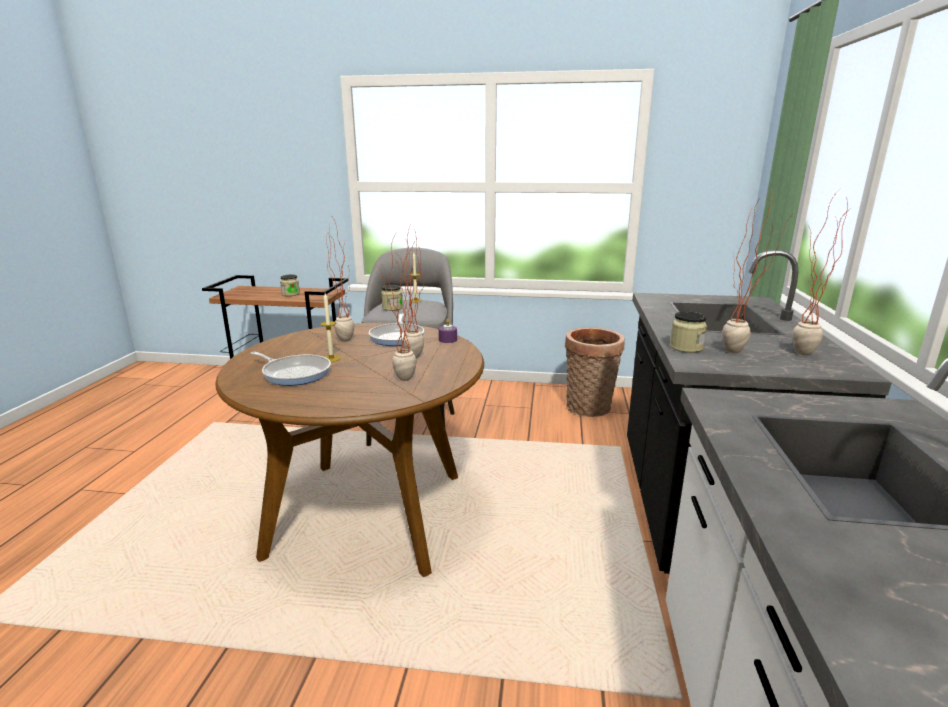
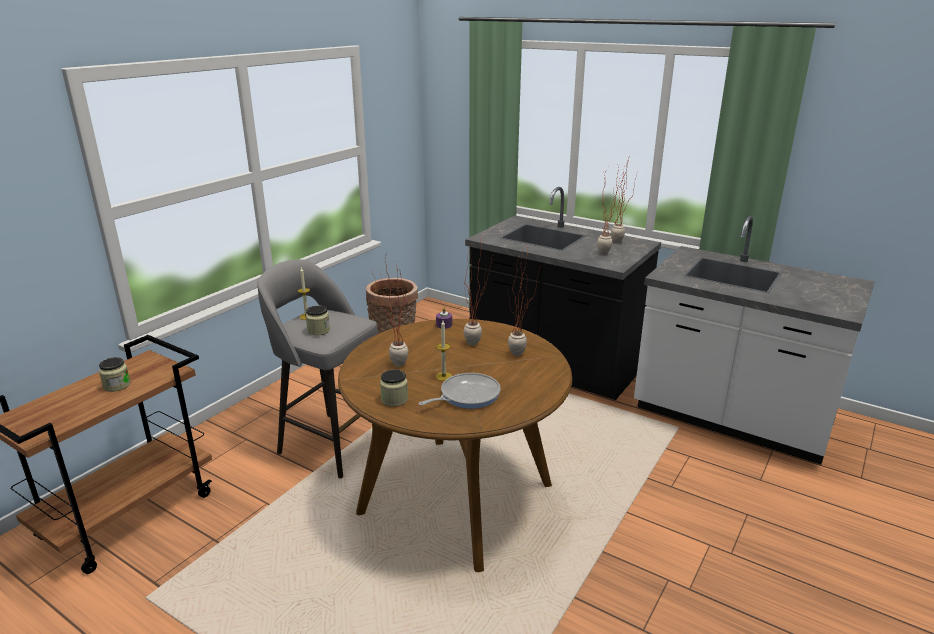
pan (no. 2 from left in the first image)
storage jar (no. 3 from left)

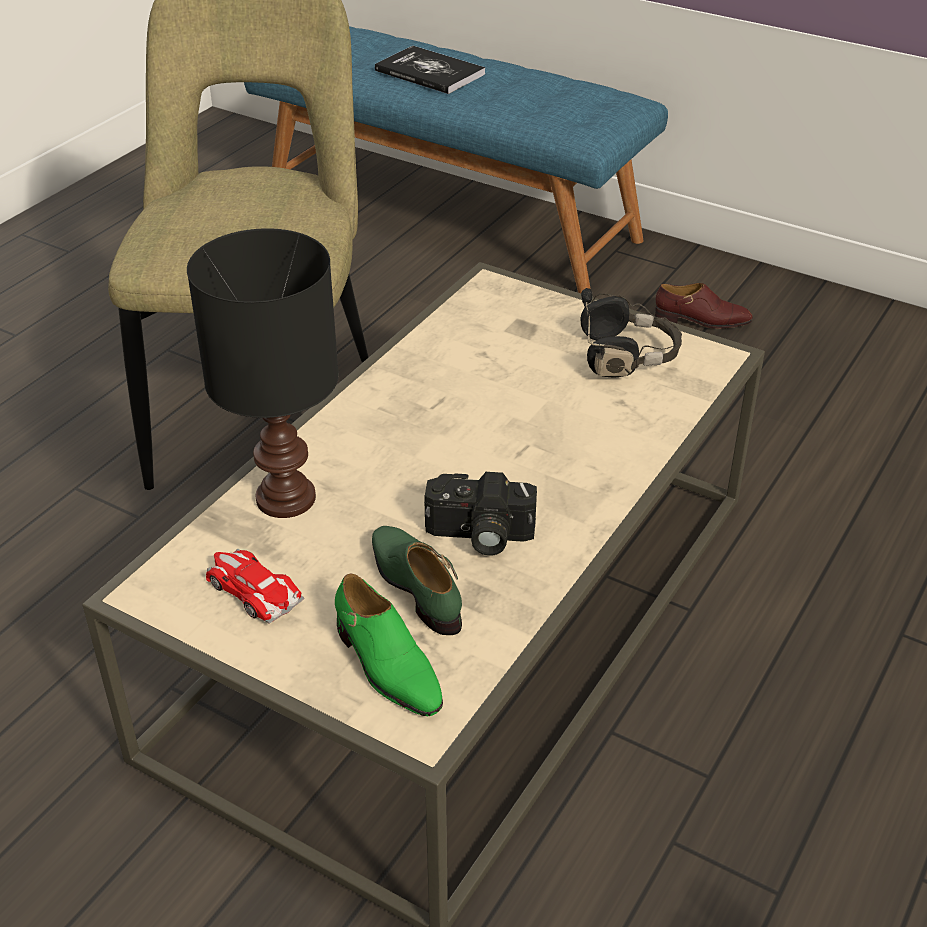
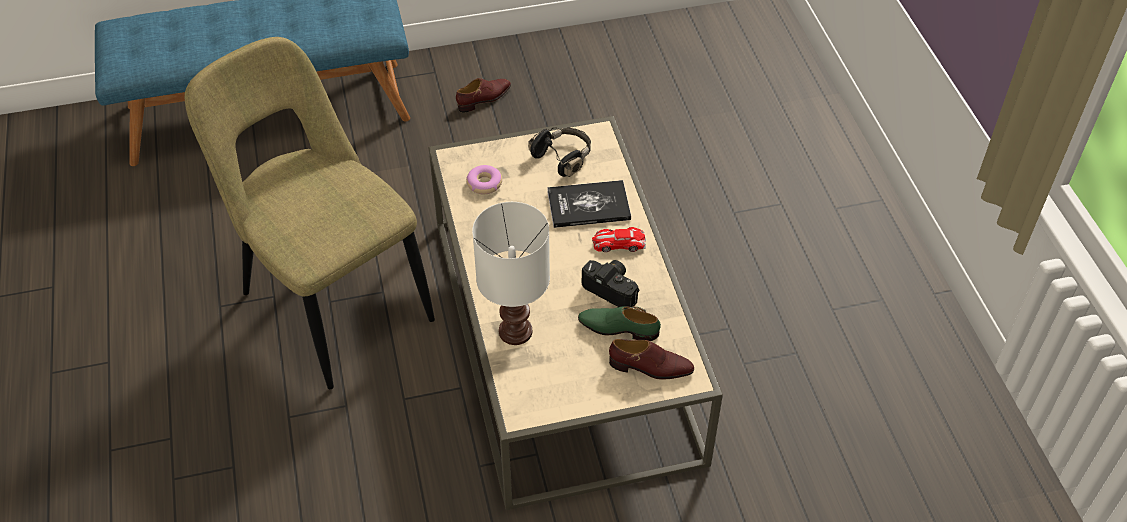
donut
model car
bound book
whitish table lamp
brown low shoe (no. 2 from left)
photo camera

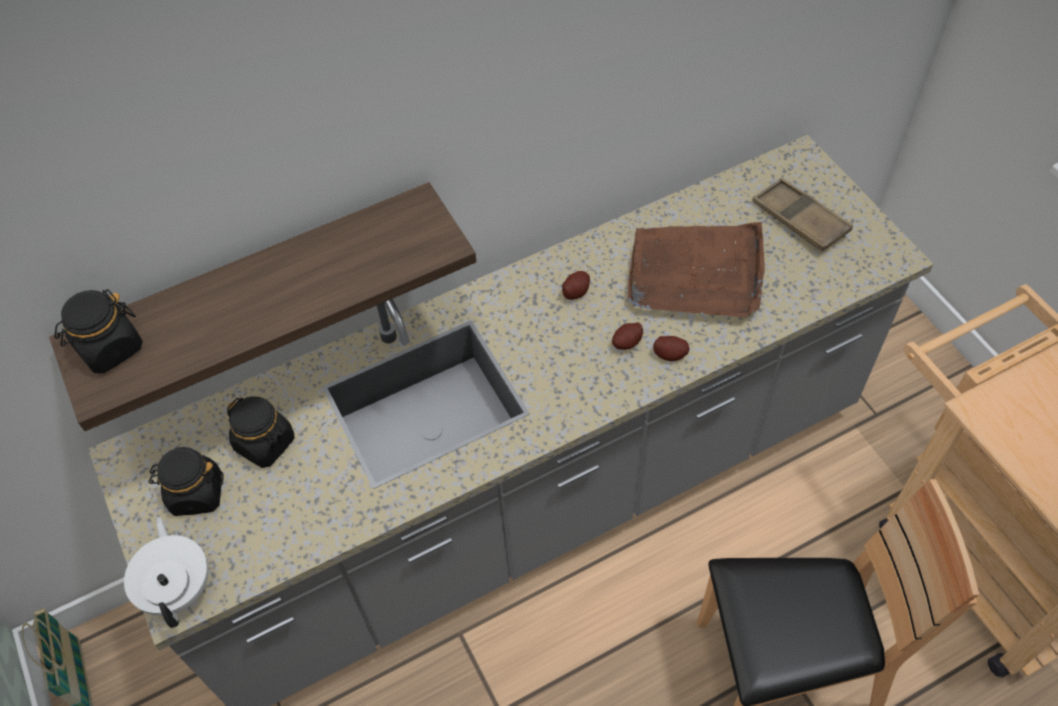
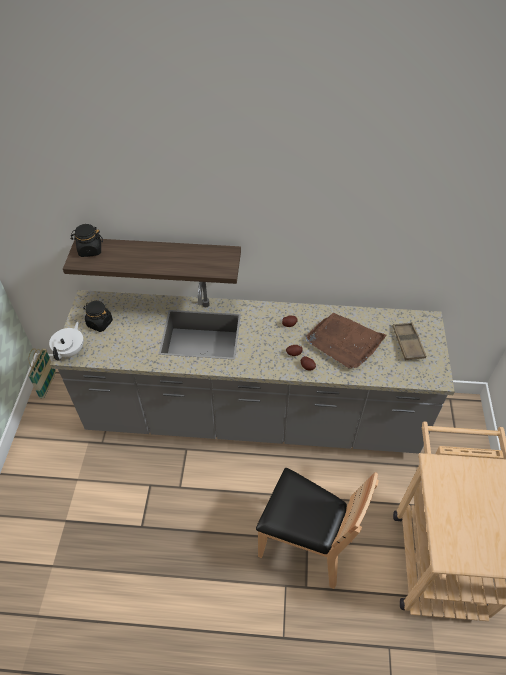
black-coloured storage jar (no. 3 from left in the first image)

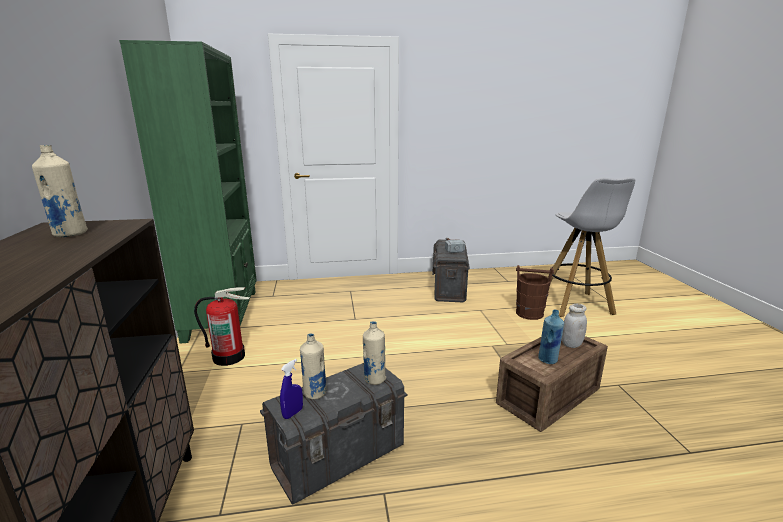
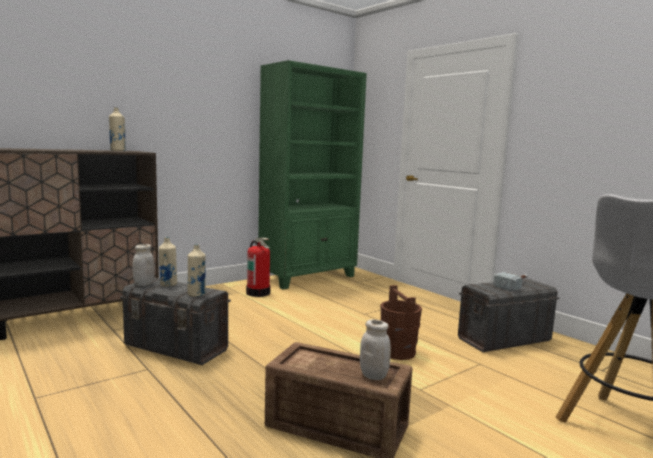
blue-coloured beverage bottle
brown pail
whitish storage jar (no. 1 from left)

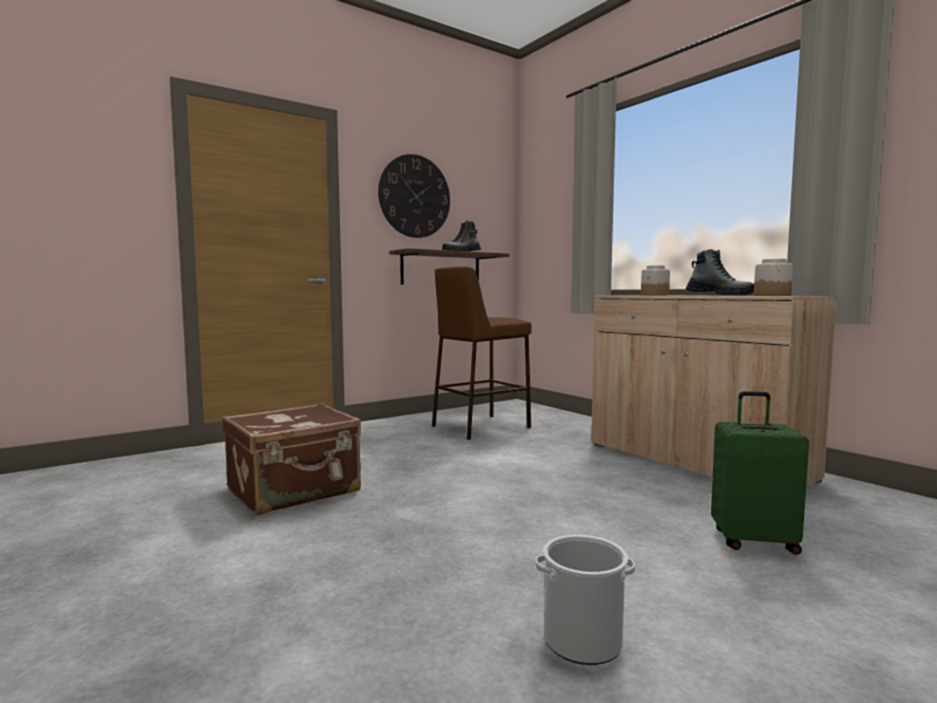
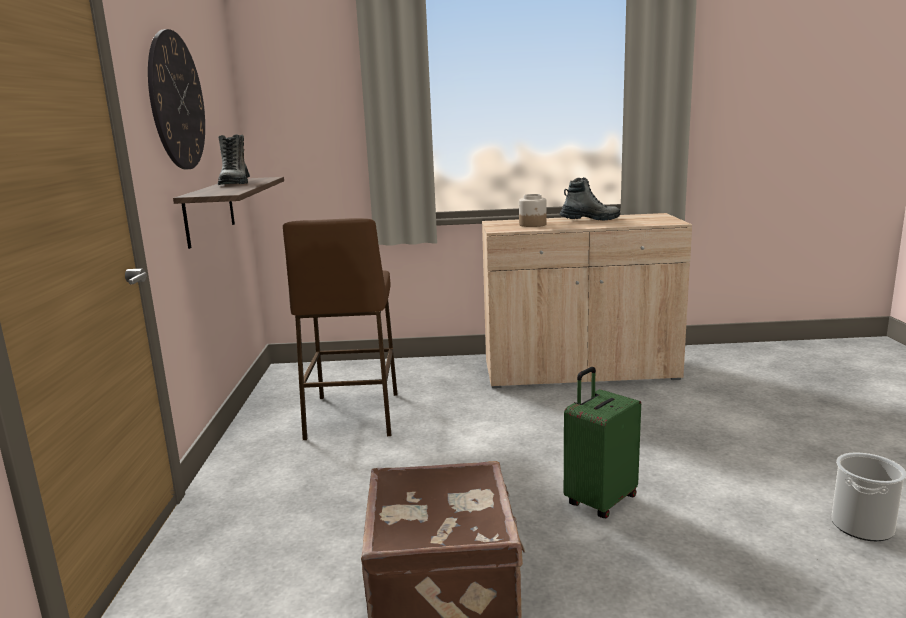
storage jar (no. 2 from left in the first image)
green suitcase

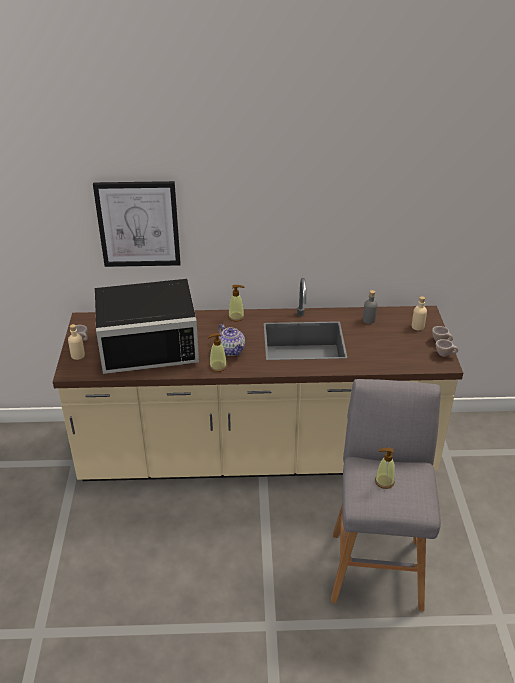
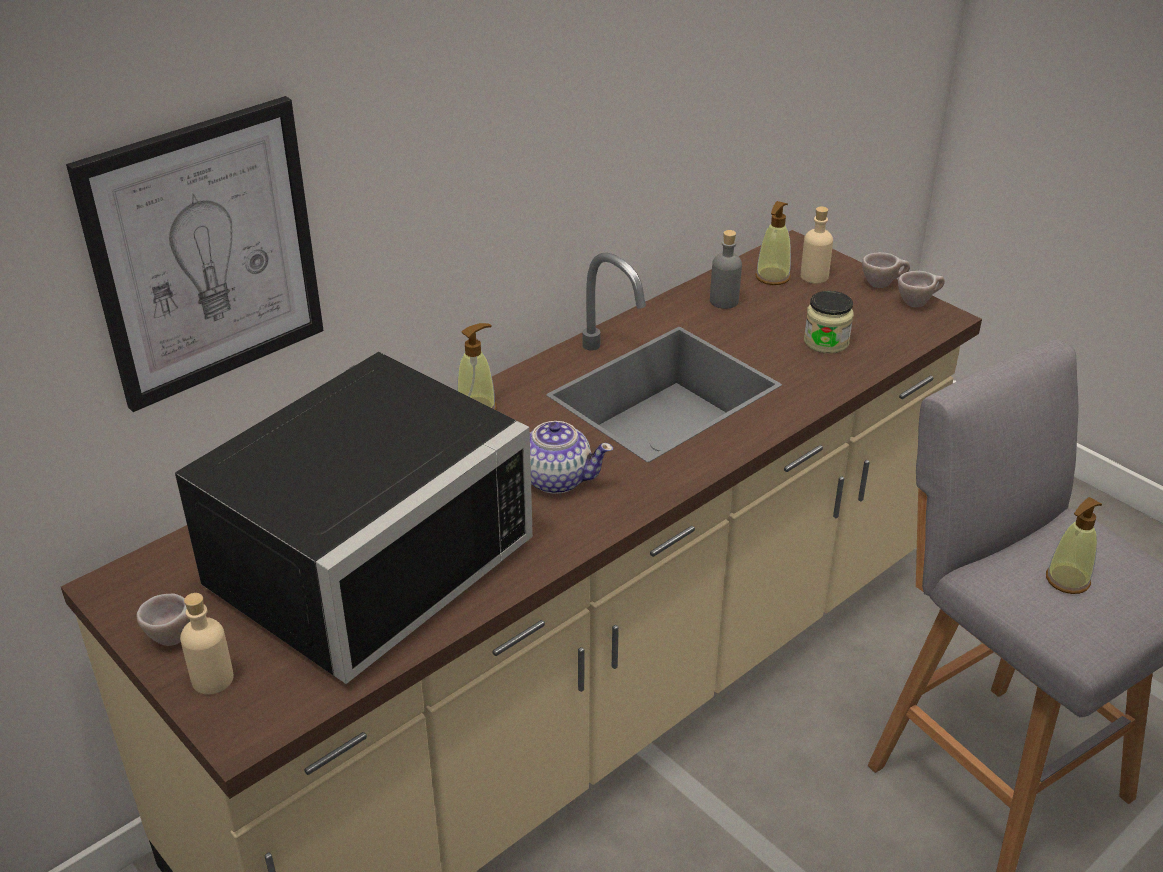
storage jar
liquid soap bottle (no. 2 from left)

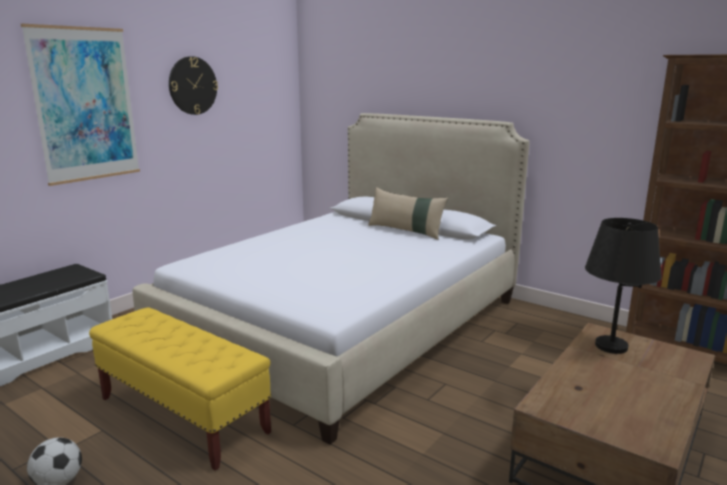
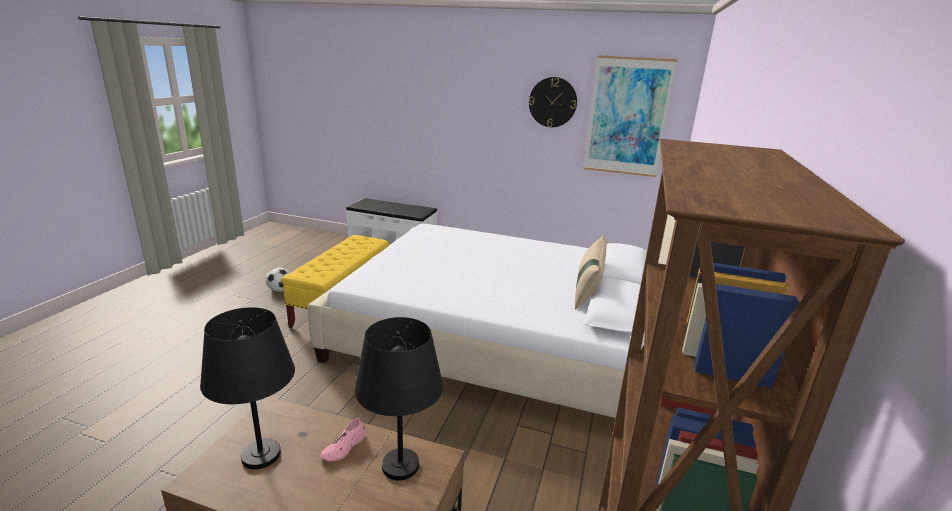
black-coloured table lamp (no. 1 from left)
pink low shoe
wall picture

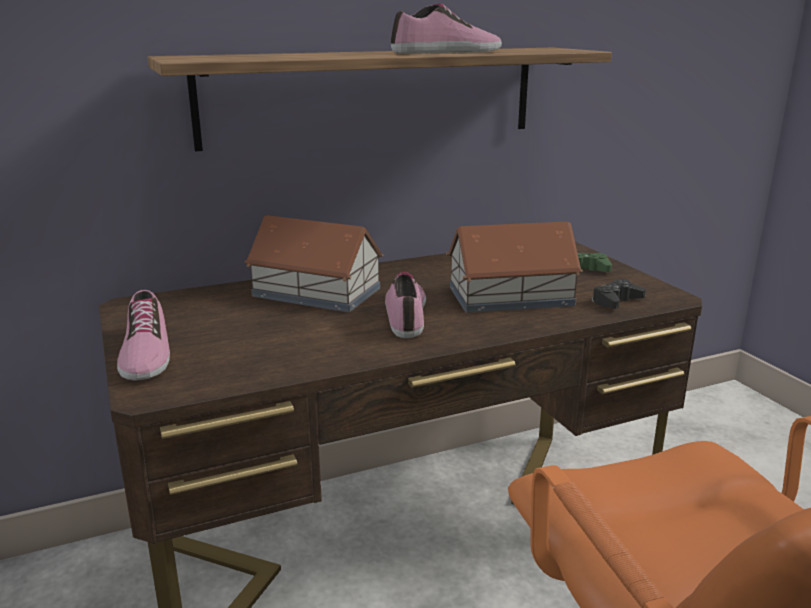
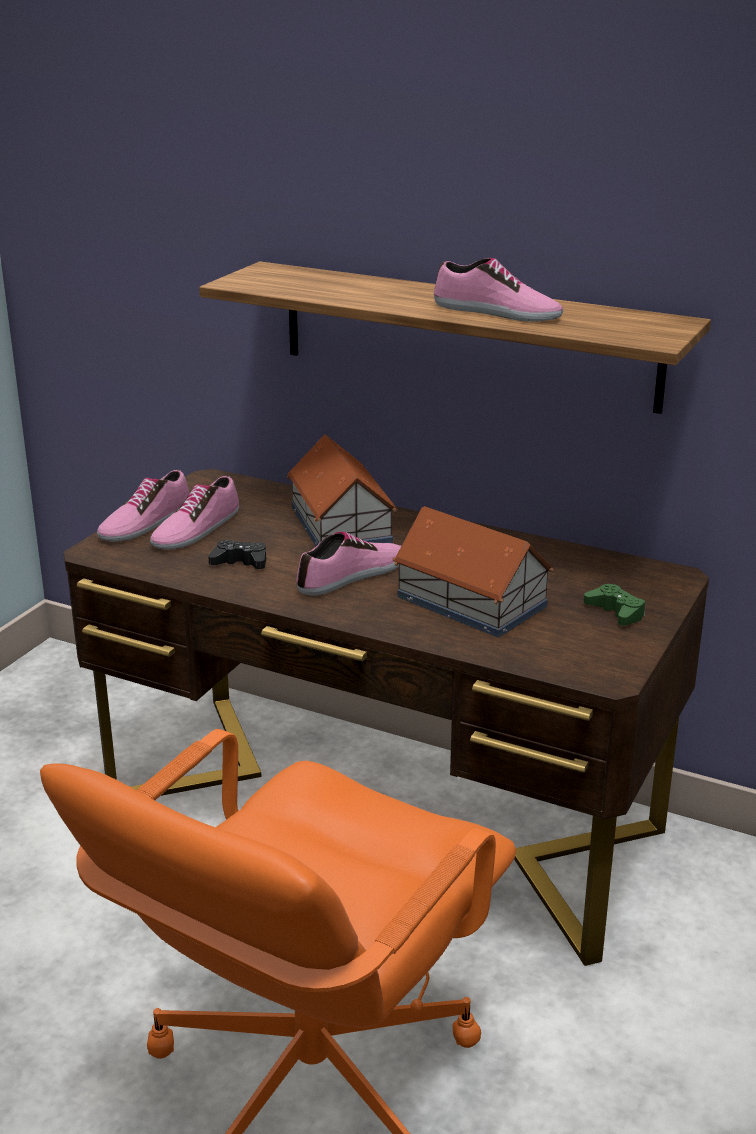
low shoe (no. 2 from left)
black-coloured joypad

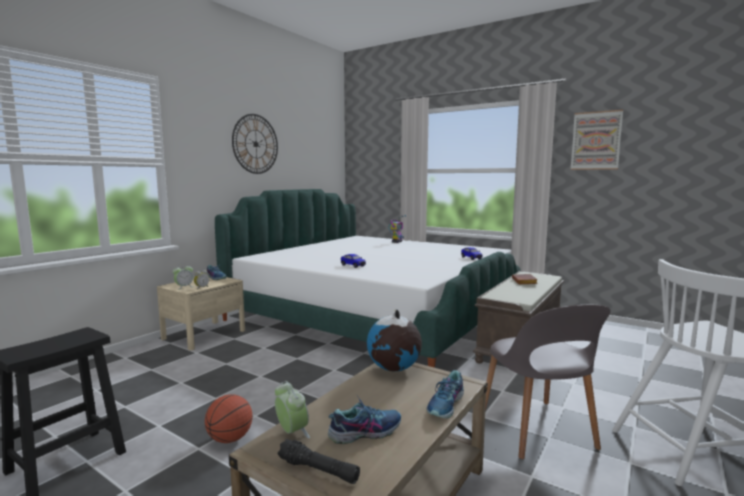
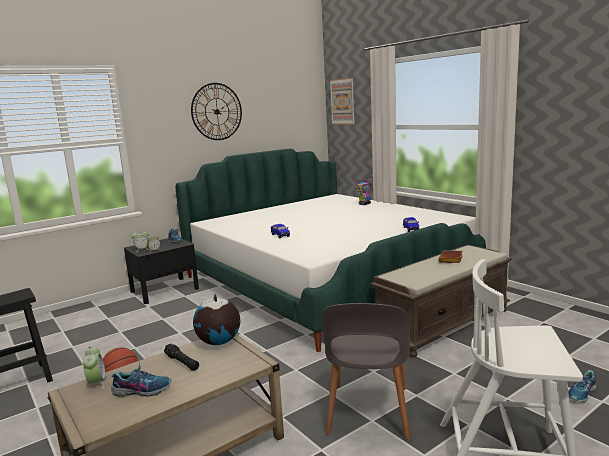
black-coloured flashlight
low shoe (no. 3 from left)
wall picture
black-coloured bedside table

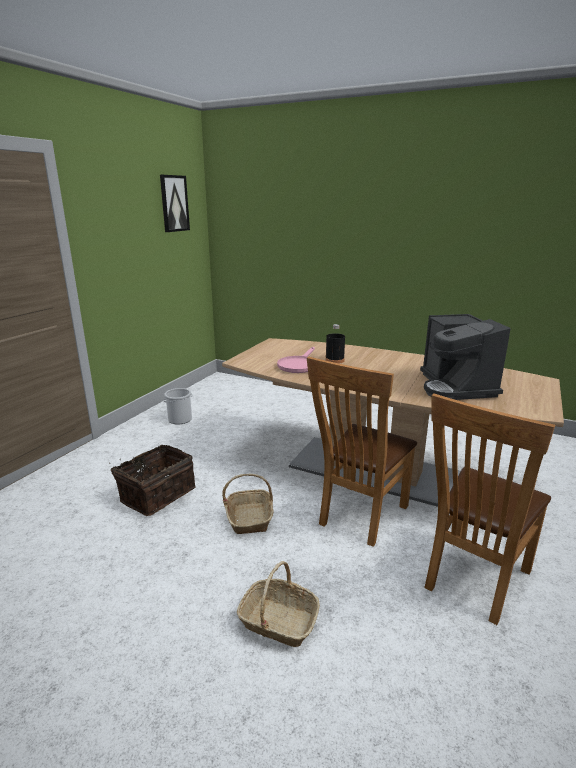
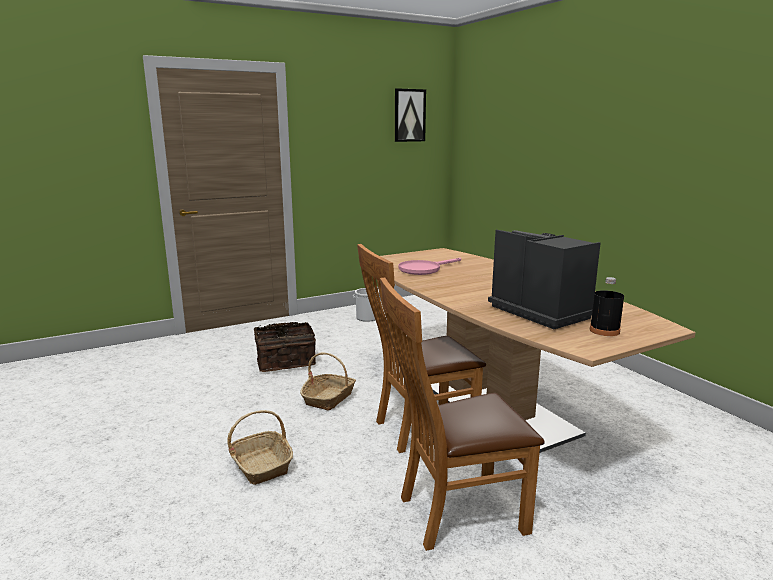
black-coloured beverage bottle
coffee brewer

